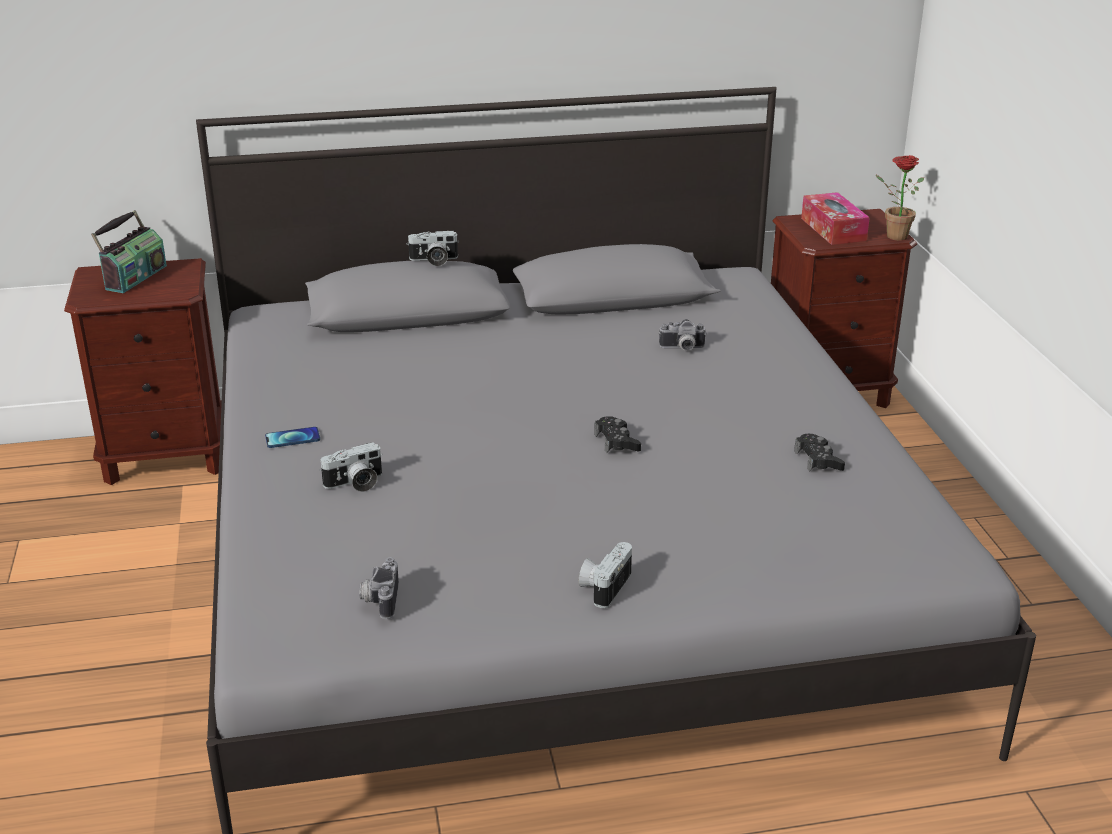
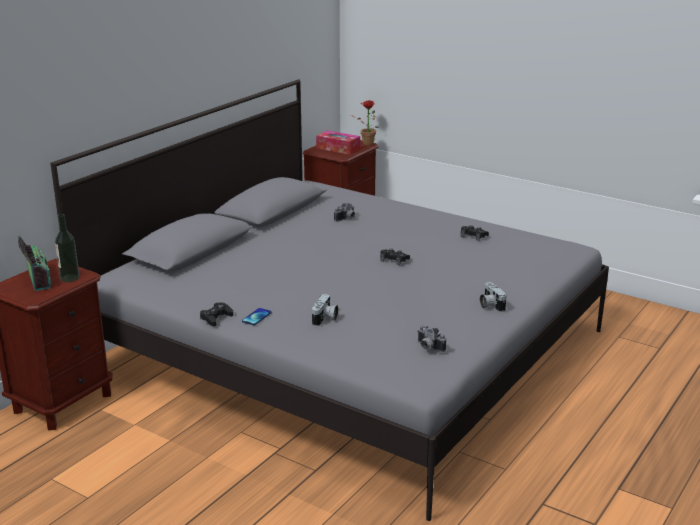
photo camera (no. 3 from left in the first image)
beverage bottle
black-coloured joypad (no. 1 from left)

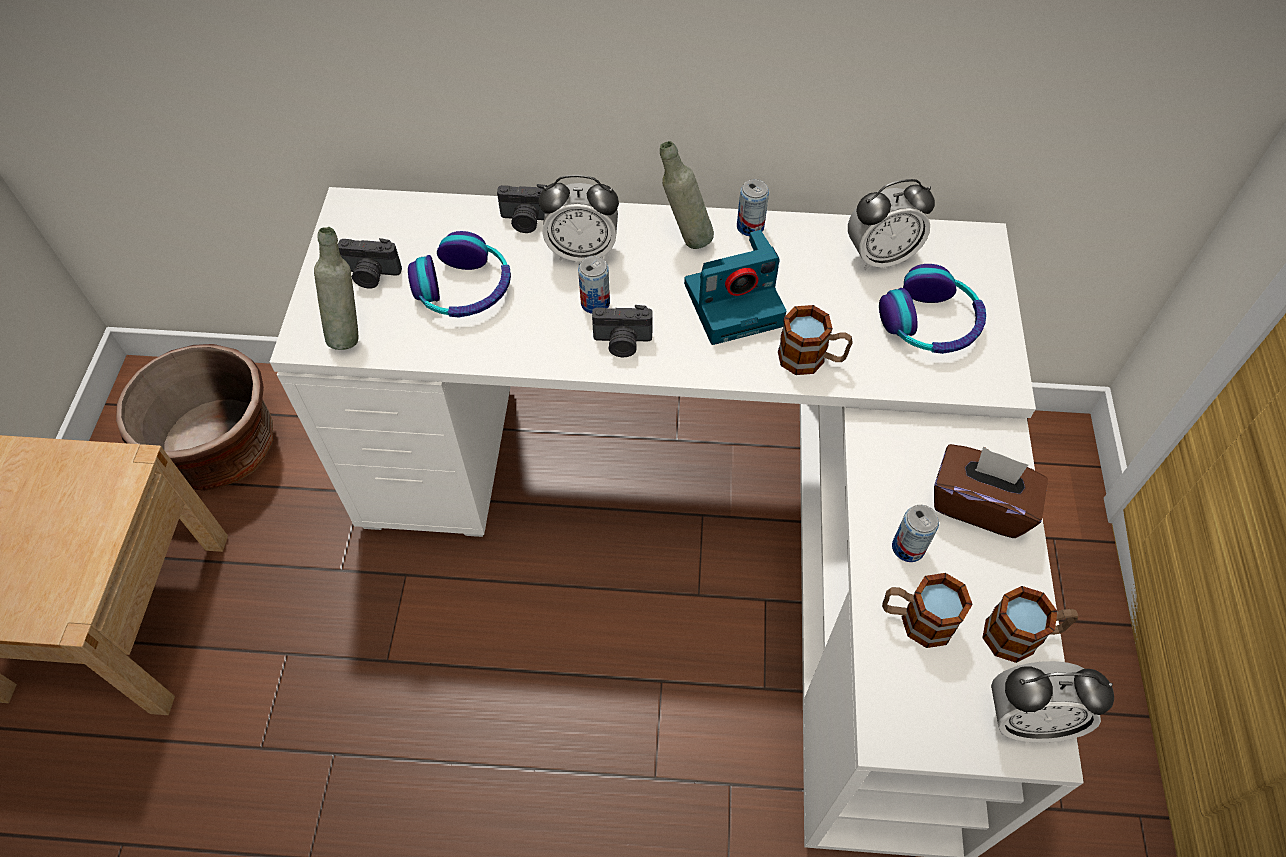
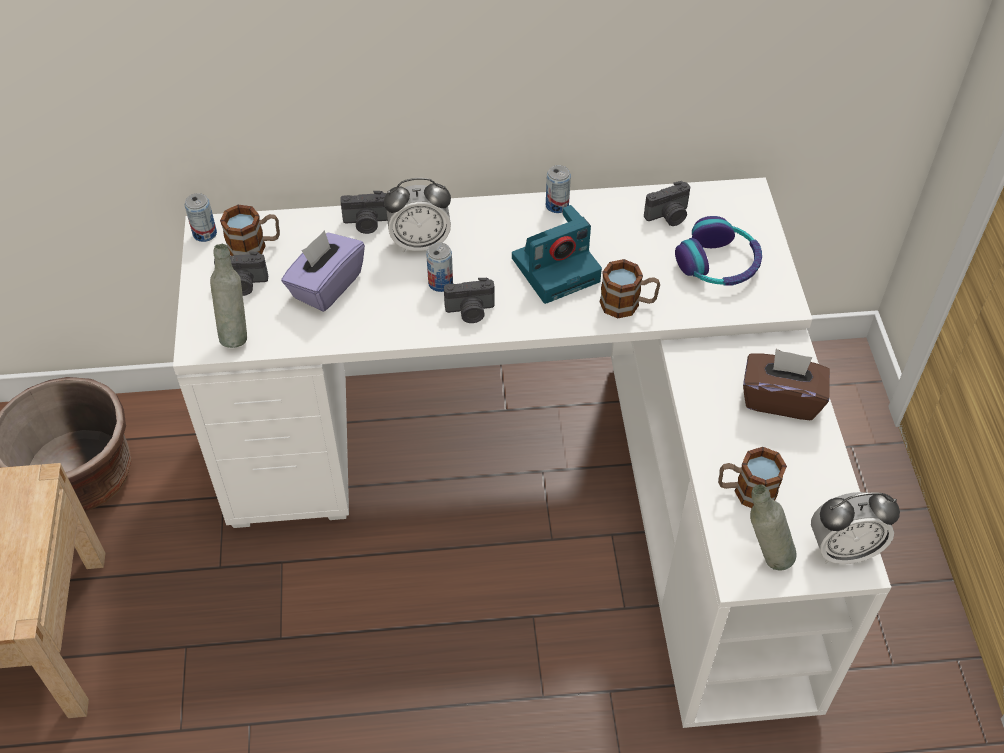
gray beverage bottle (no. 2 from left)
can (no. 1 from left)
mug (no. 1 from left)
purplish tissue box
photo camera (no. 5 from left)

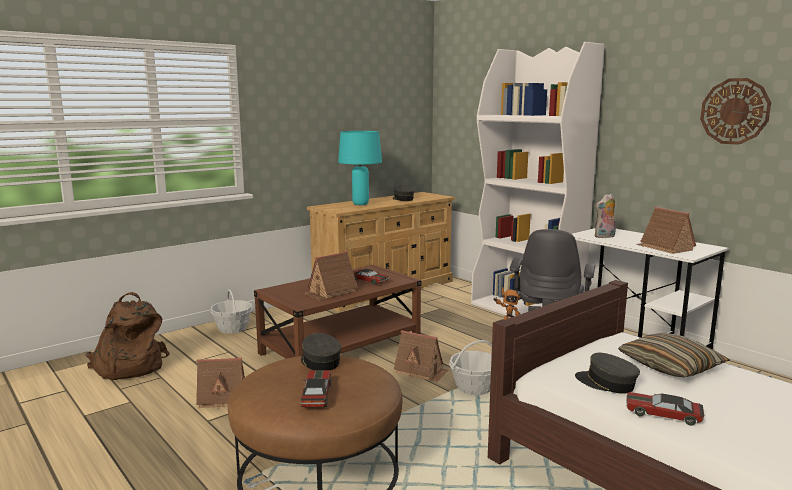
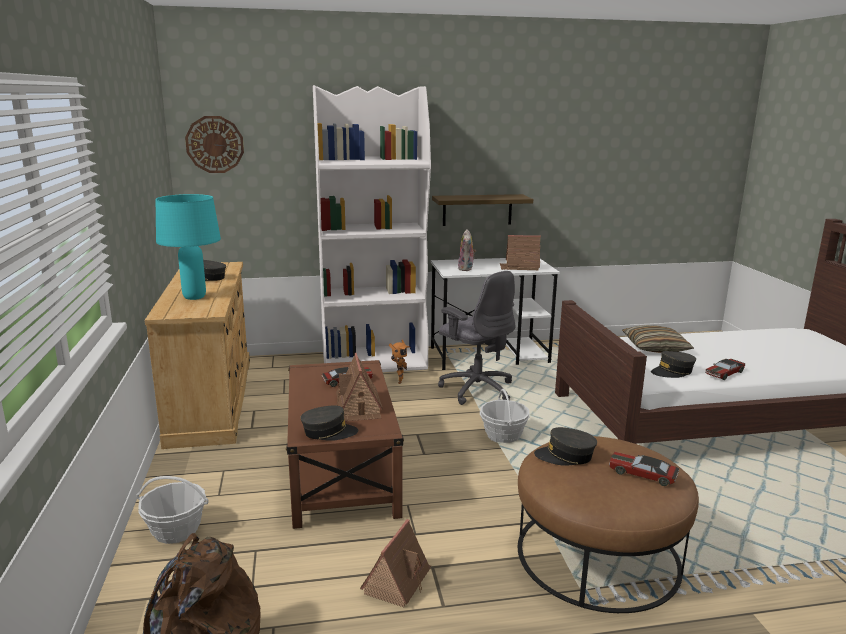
model house (no. 3 from left in the first image)
gray baseball cap (no. 2 from left)
bracket shelf
hanging clock

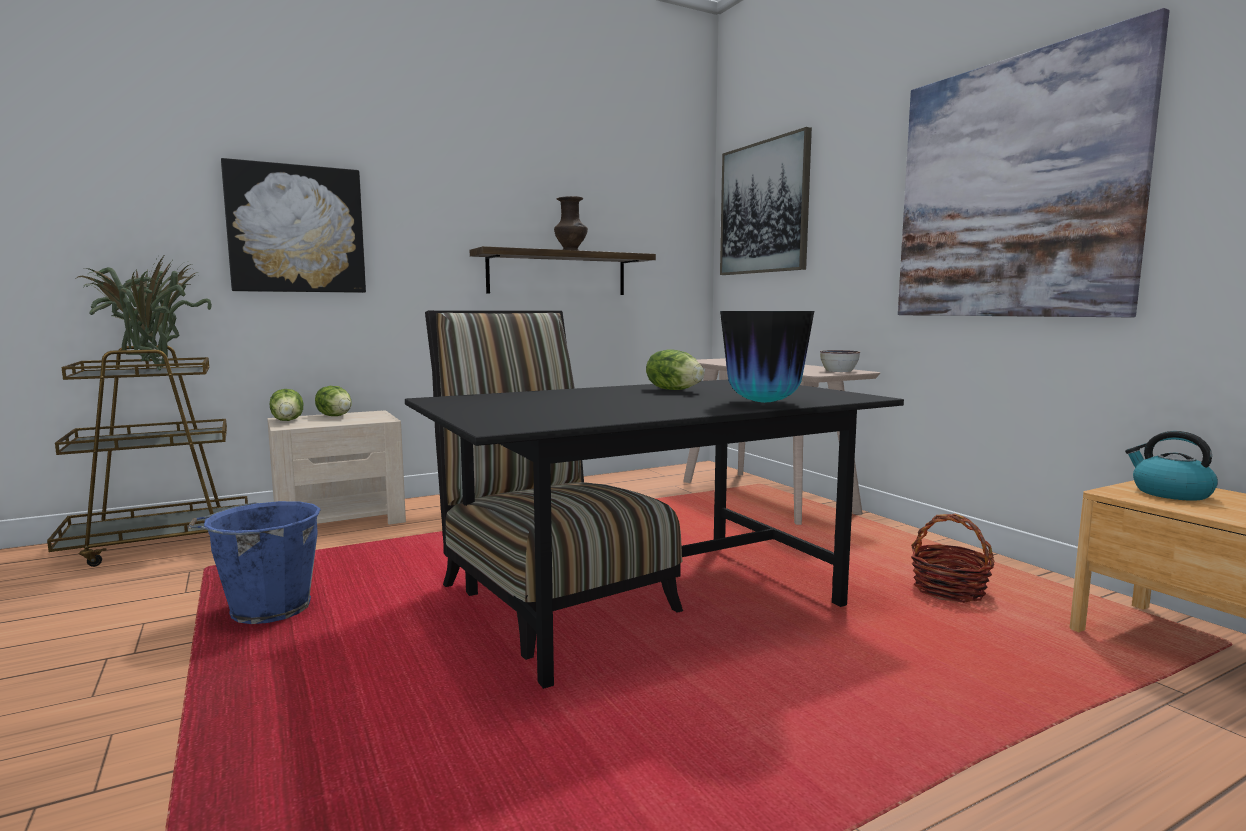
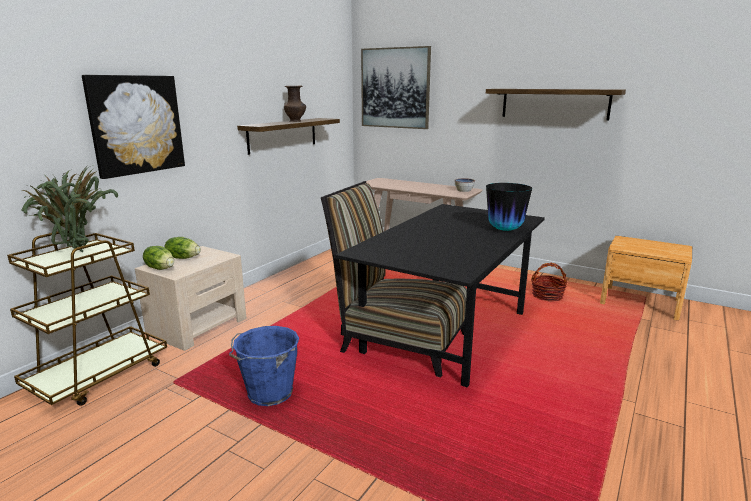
lettuce head (no. 3 from left in the first image)
tea kettle
bracket shelf (no. 2 from left)

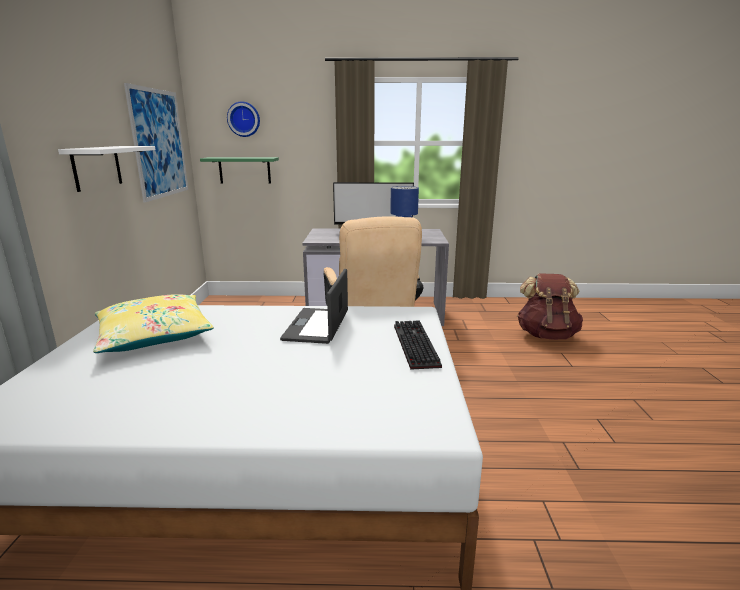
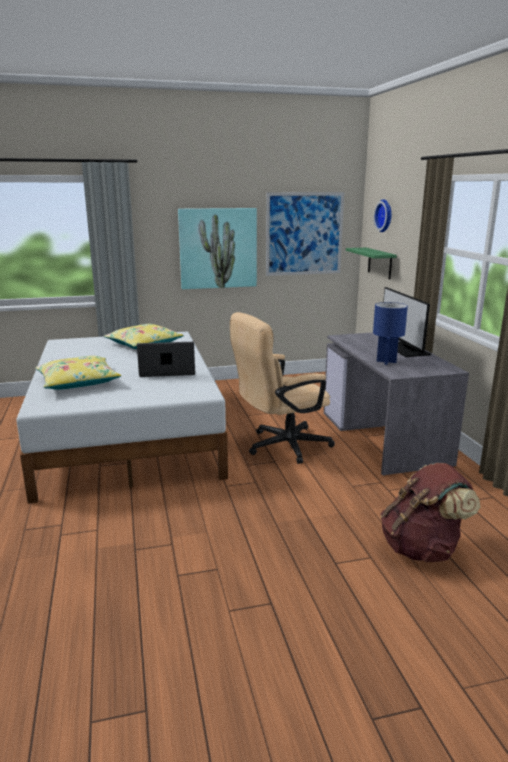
keyboard
yellow-coloured cushion (no. 1 from left)
wall picture (no. 1 from left)

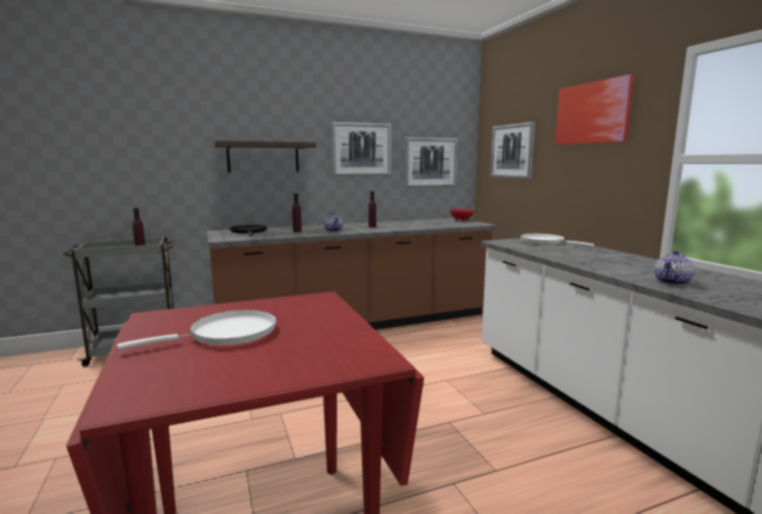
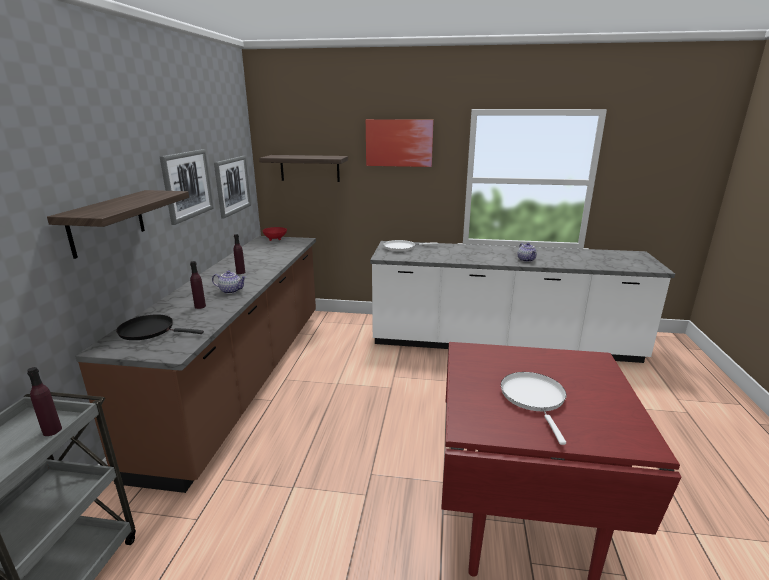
bracket shelf (no. 2 from left)

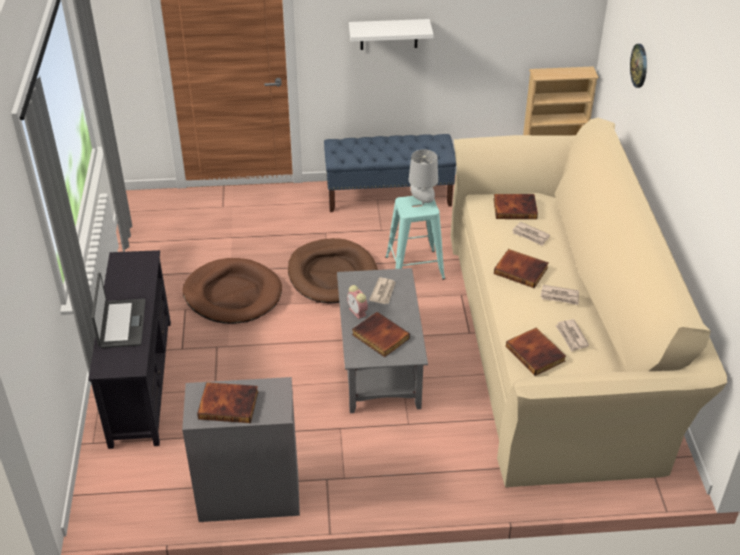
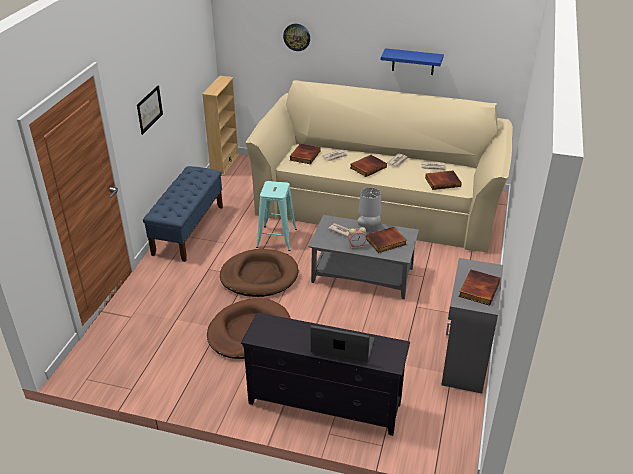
blue-coloured bracket shelf
gray table lamp
wall picture

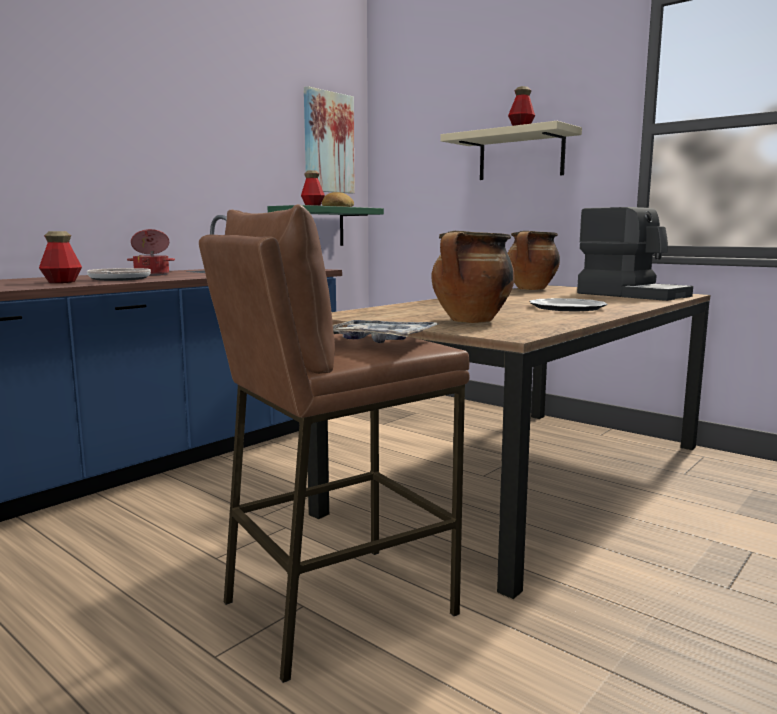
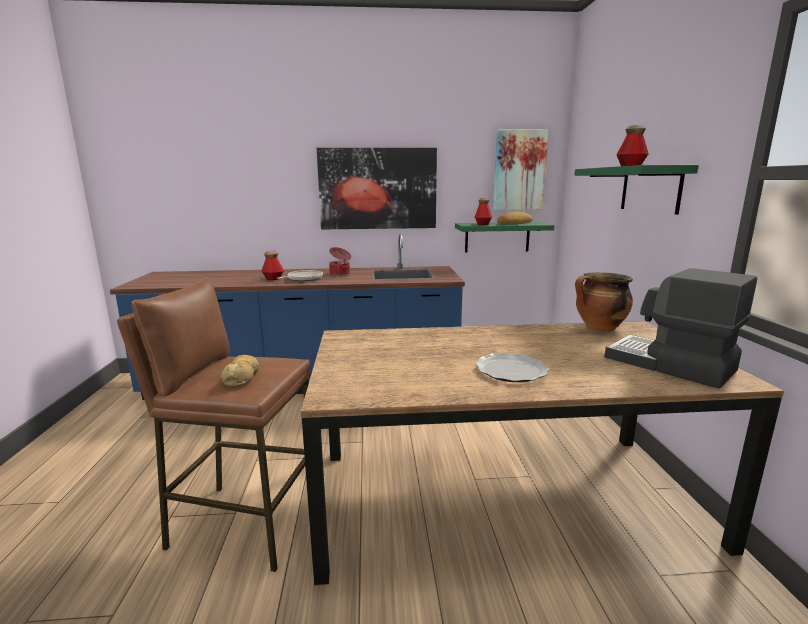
saucepot (no. 2 from left in the first image)
wall picture (no. 1 from left)
baked bread (no. 1 from left)
green bracket shelf (no. 2 from left)
coffee brewer

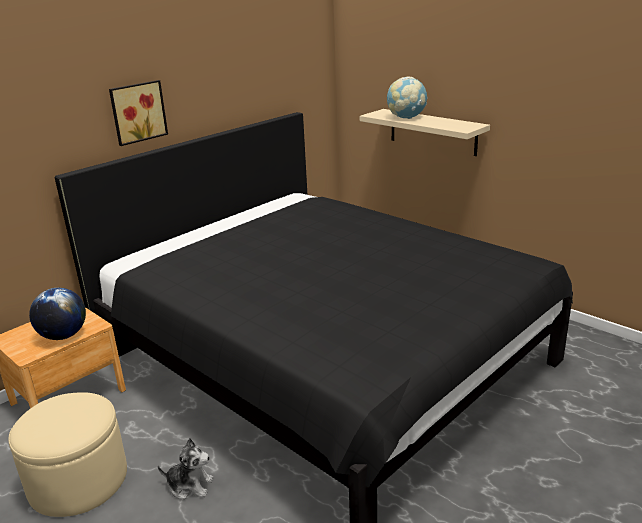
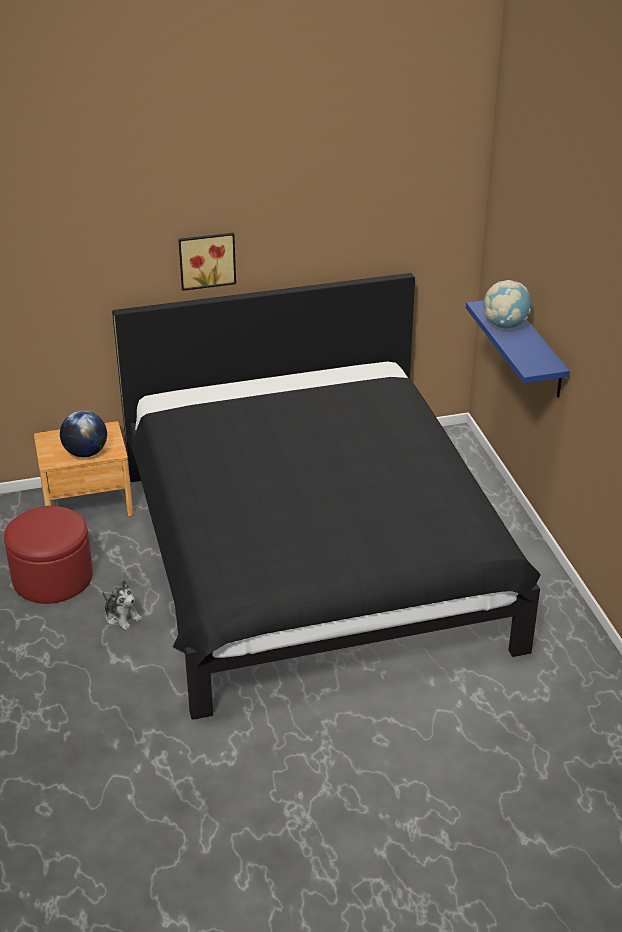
reddish ottoman
blue-coloured bracket shelf

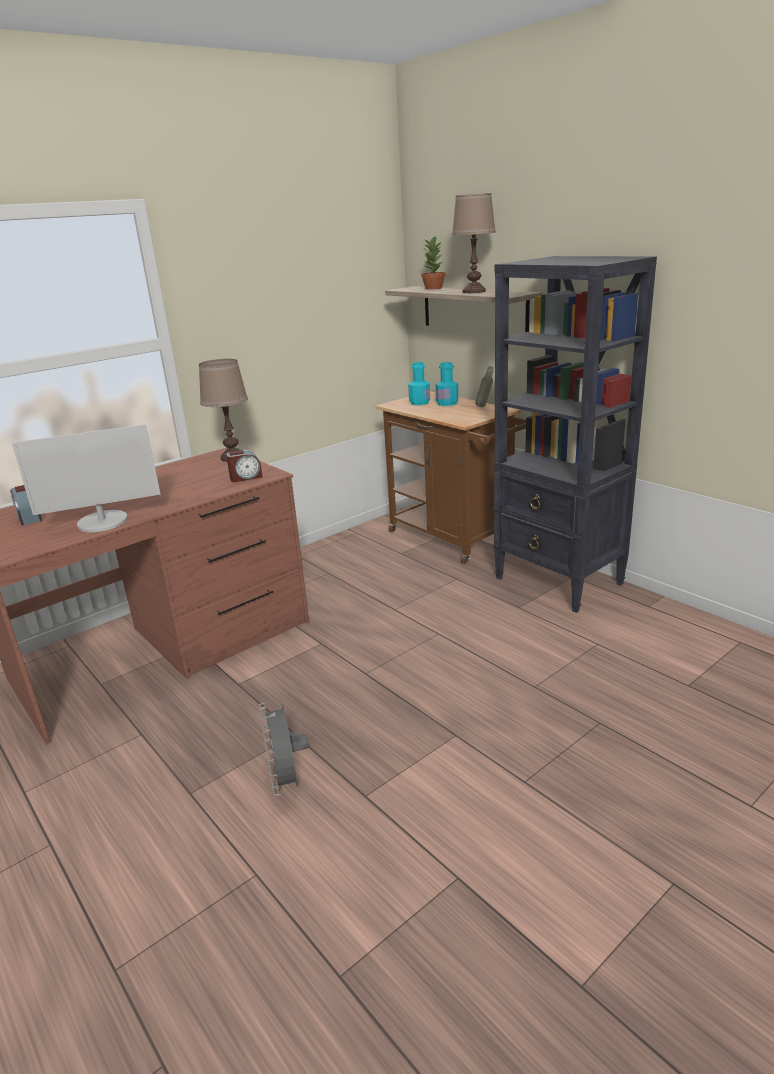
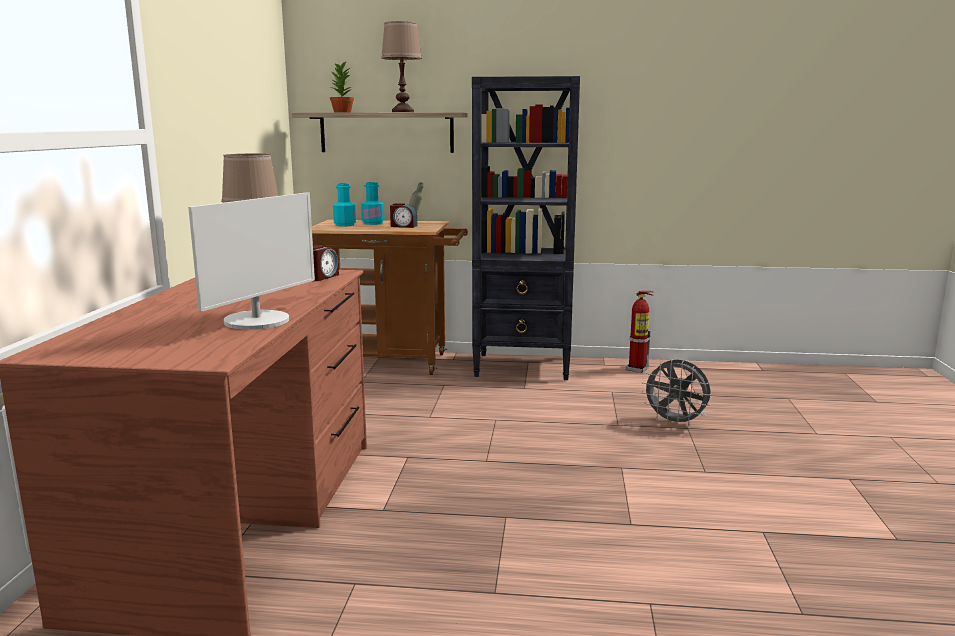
fire extinguisher
bedside clock (no. 2 from left)
gray electric fan

